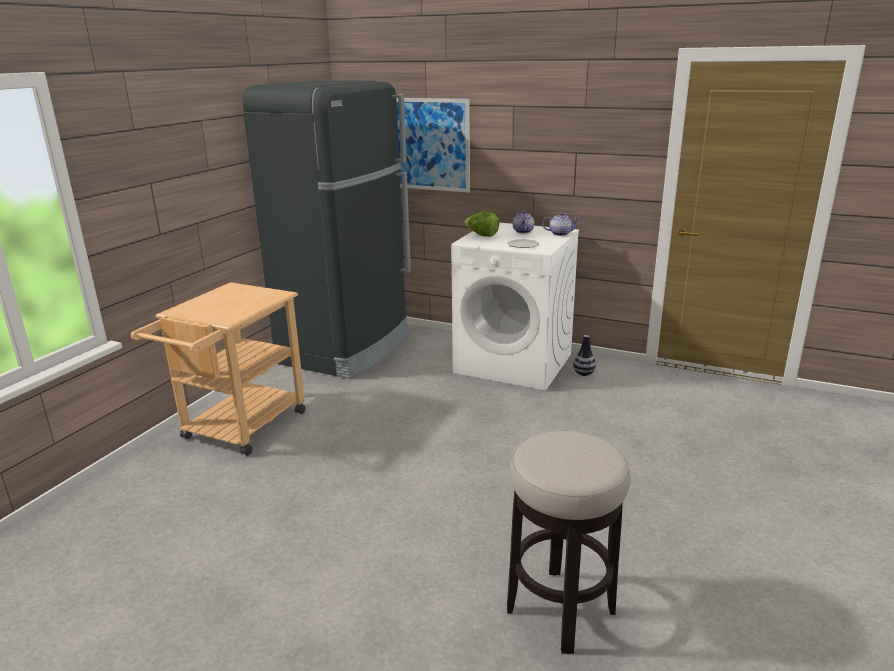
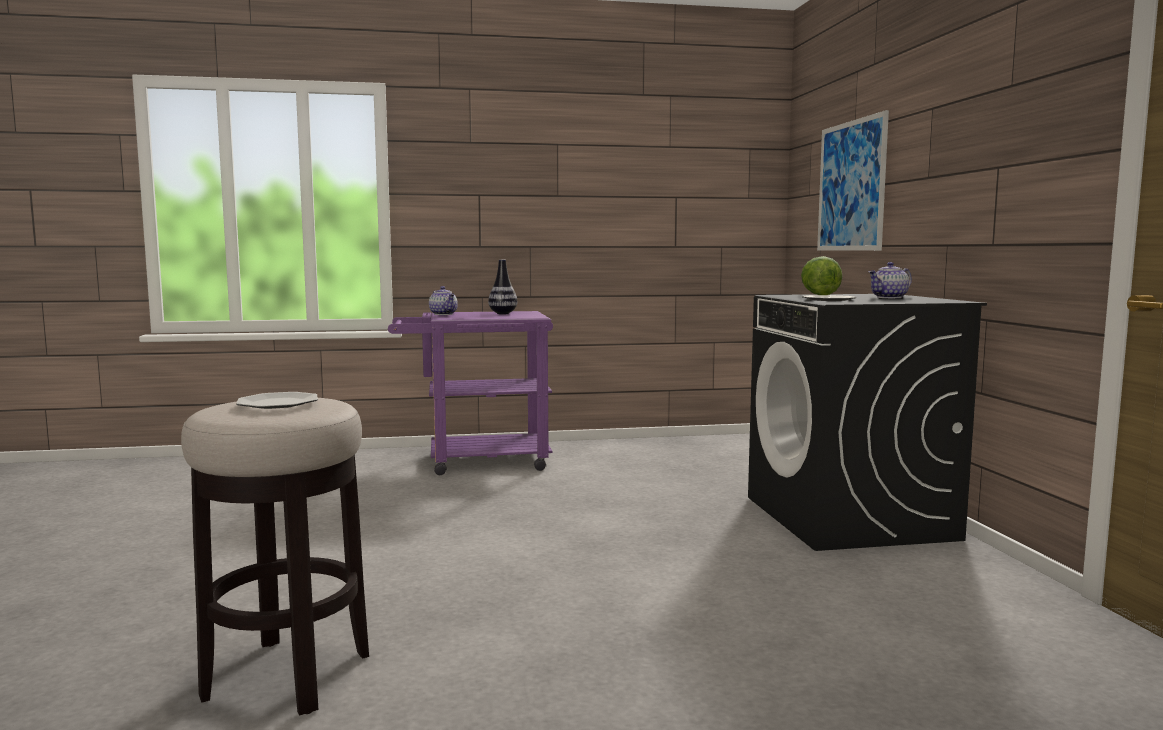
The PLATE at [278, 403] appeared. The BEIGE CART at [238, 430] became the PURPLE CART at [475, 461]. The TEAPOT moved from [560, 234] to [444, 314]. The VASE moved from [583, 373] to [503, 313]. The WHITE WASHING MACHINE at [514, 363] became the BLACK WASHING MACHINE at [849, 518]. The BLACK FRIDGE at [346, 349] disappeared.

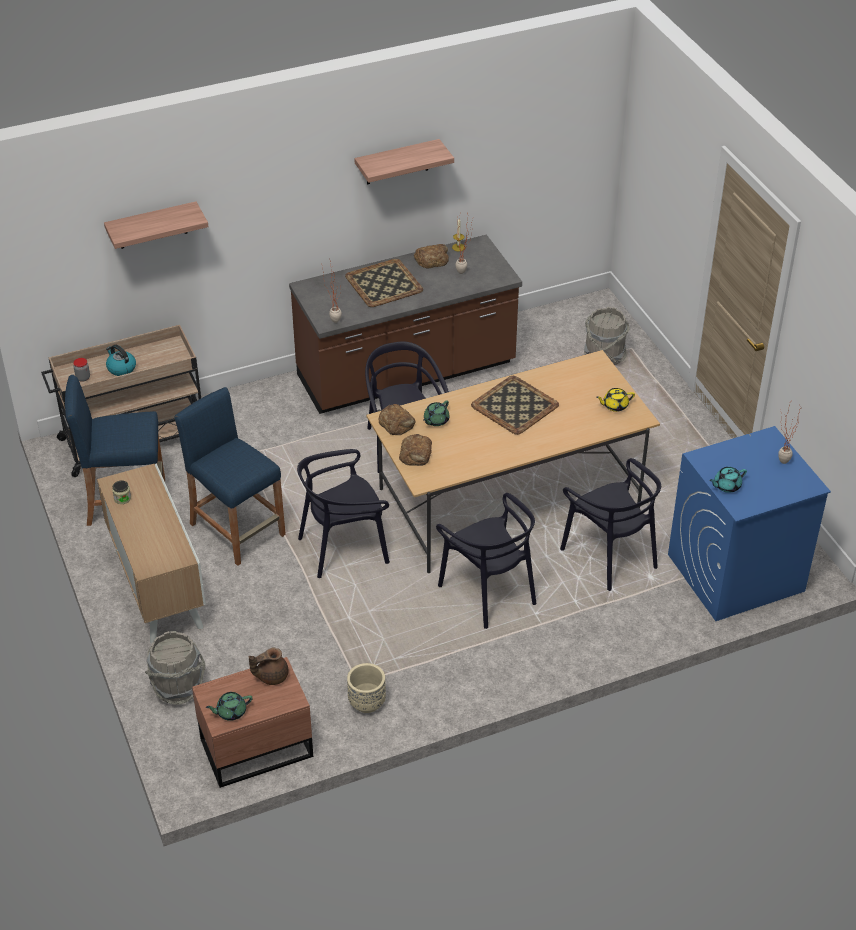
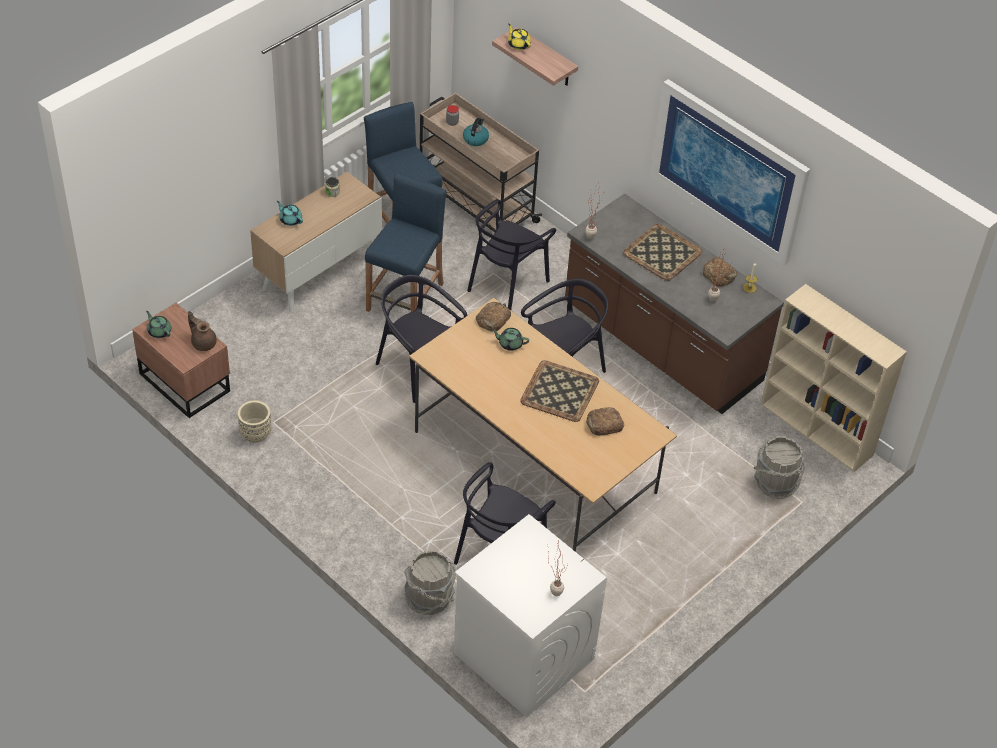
The TURQUOISE TEAPOT moved from [726, 486] to [290, 220]. The GREY BUCKET moved from [177, 687] to [429, 598]. The BLUE WASHING MACHINE at [735, 573] became the WHITE WASHING MACHINE at [523, 655]. The BLACK CHAIR moved from [489, 592] to [506, 284]. The YELLOW TEAPOT moved from [614, 405] to [518, 44]. The BREAD moved from [416, 454] to [603, 424]. The SHELF at [397, 162] was replaced by the PICTURE at [728, 170]. The BEIGE BOOKCASE at [817, 430] appeared.

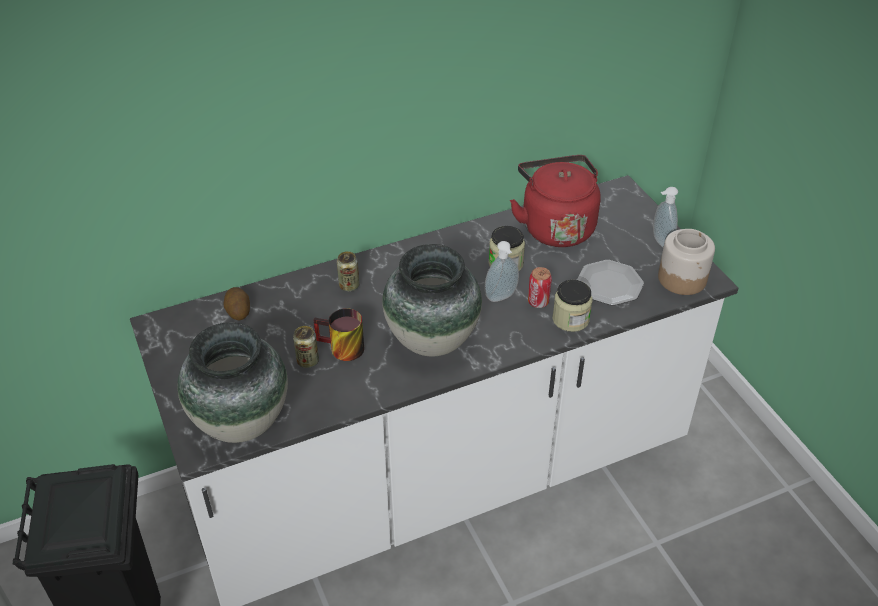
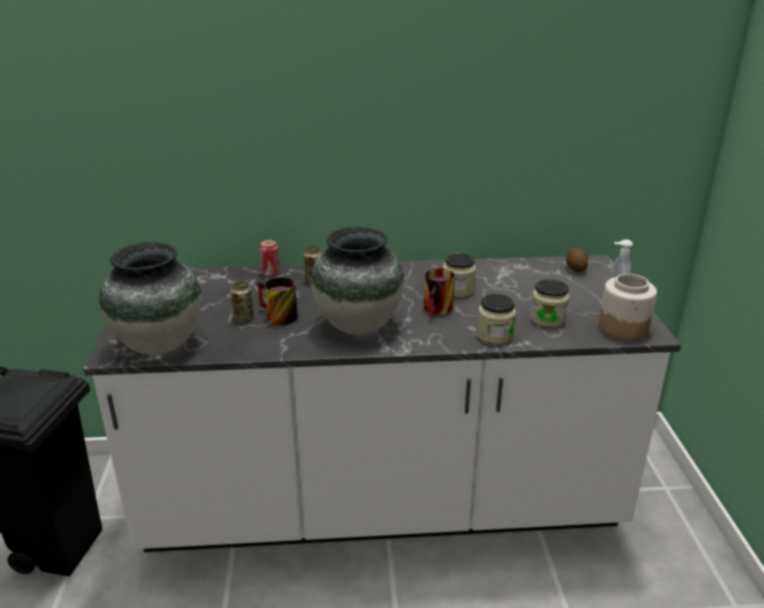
The CAN moved from [538, 302] to [270, 273]. The SOAP DISPENSER at [501, 298] was replaced by the MUG at [439, 310]. The PLATE at [609, 284] was replaced by the JAR at [547, 319]. The POTATO moved from [238, 311] to [575, 268]. The RED KETTLE at [555, 226] disappeared.

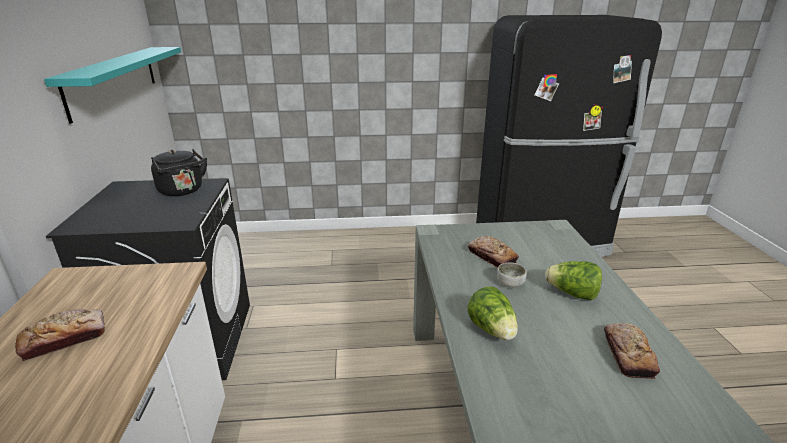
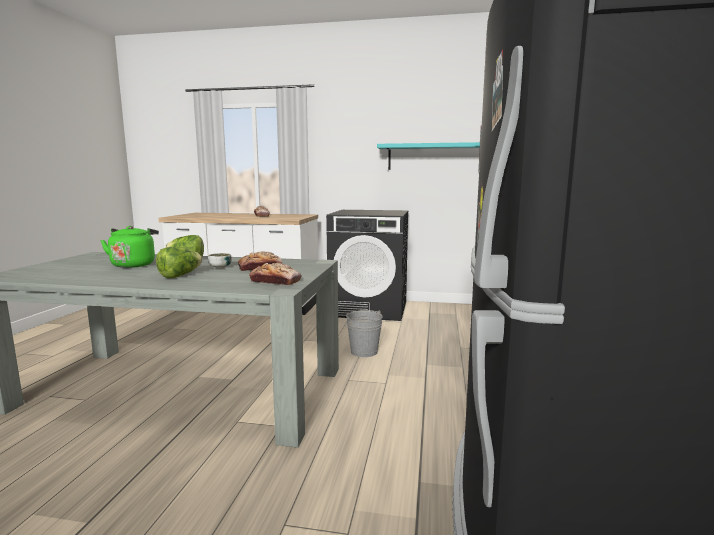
The GREEN KETTLE at [134, 264] appeared. The BREAD moved from [628, 355] to [275, 281]. The GREY BUCKET at [364, 351] appeared. The BLACK KETTLE at [182, 191] disappeared.

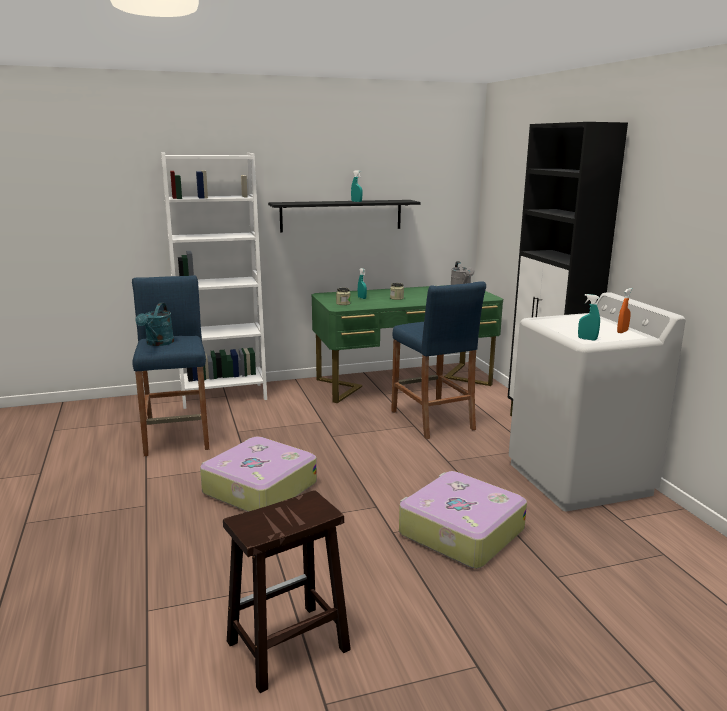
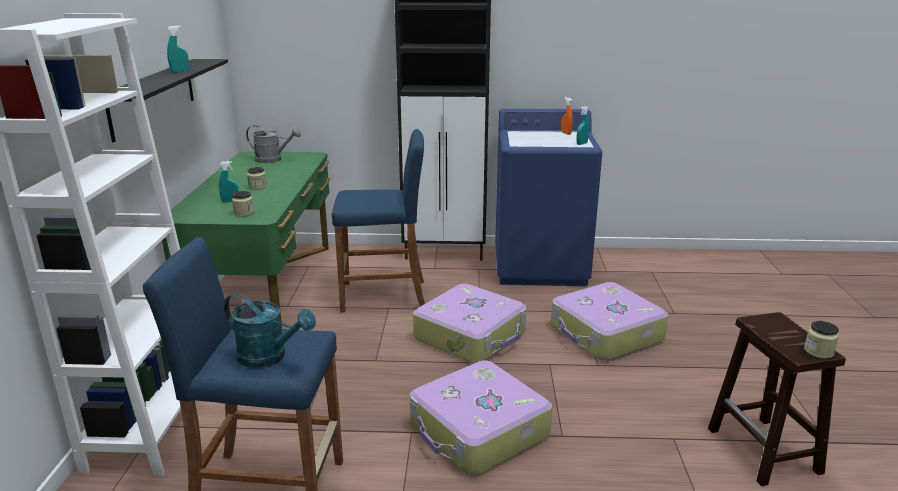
The SUITCASE at [471, 336] appeared. The WHITE WASHING MACHINE at [579, 479] became the BLUE WASHING MACHINE at [541, 266]. The JAR at [818, 351] appeared.

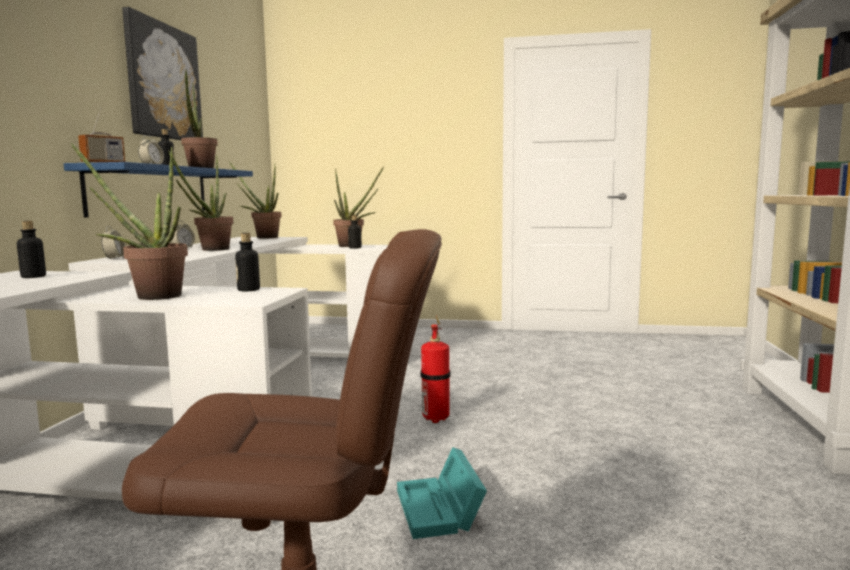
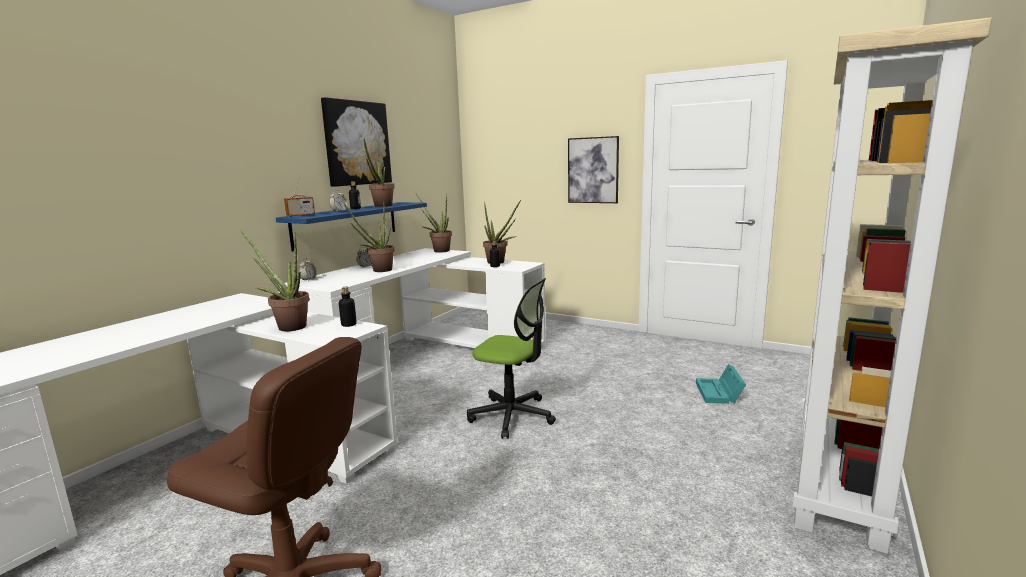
The FIRE EXTINGUISHER at [436, 418] was replaced by the OFFICE CHAIR at [512, 416]. The PICTURE at [593, 170] appeared. The TURQUOISE STORAGE BOX moved from [440, 510] to [719, 393]. The BOTTLE at [33, 277] disappeared.

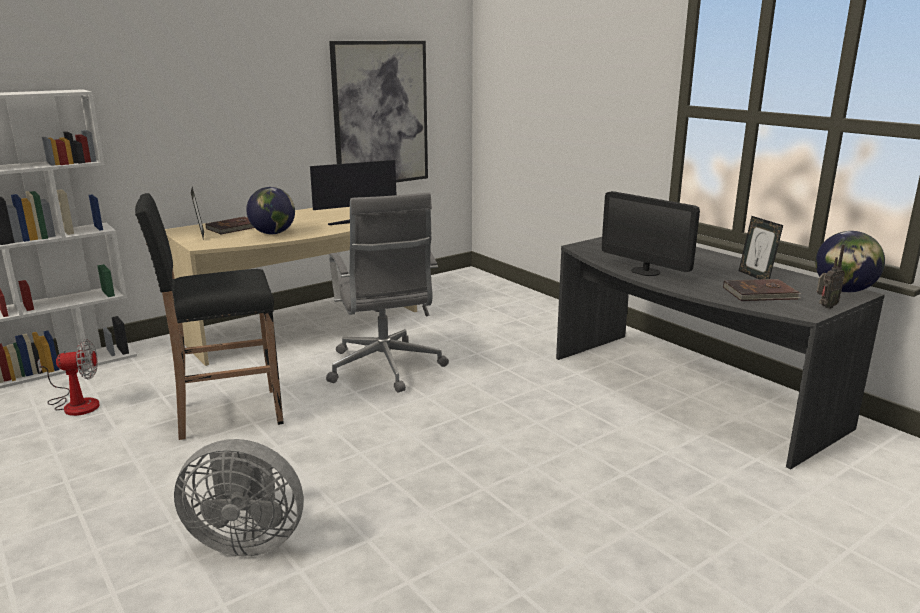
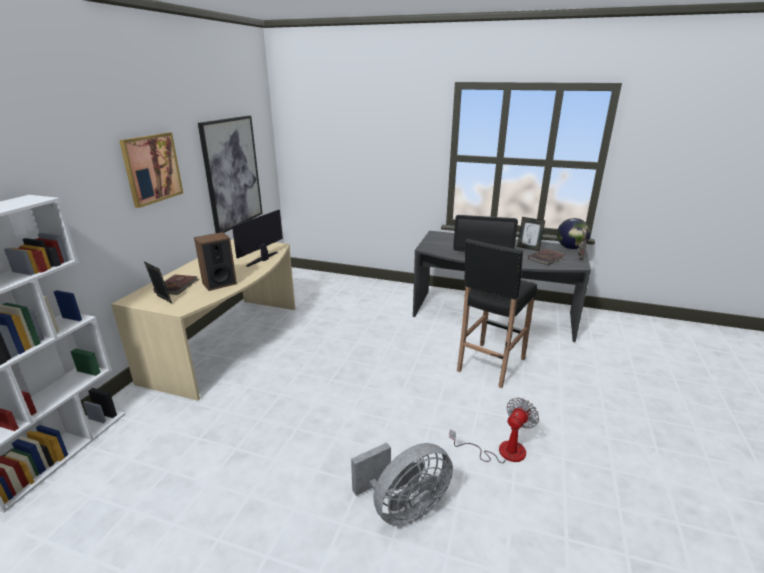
The PICTURE at [152, 168] appeared. The GLOBE at [273, 233] was replaced by the SPEAKER at [219, 283]. The FAN moved from [76, 404] to [501, 451]. The BLACK STOOL moved from [227, 414] to [490, 365]. The GREY OFFICE CHAIR at [385, 368] disappeared.

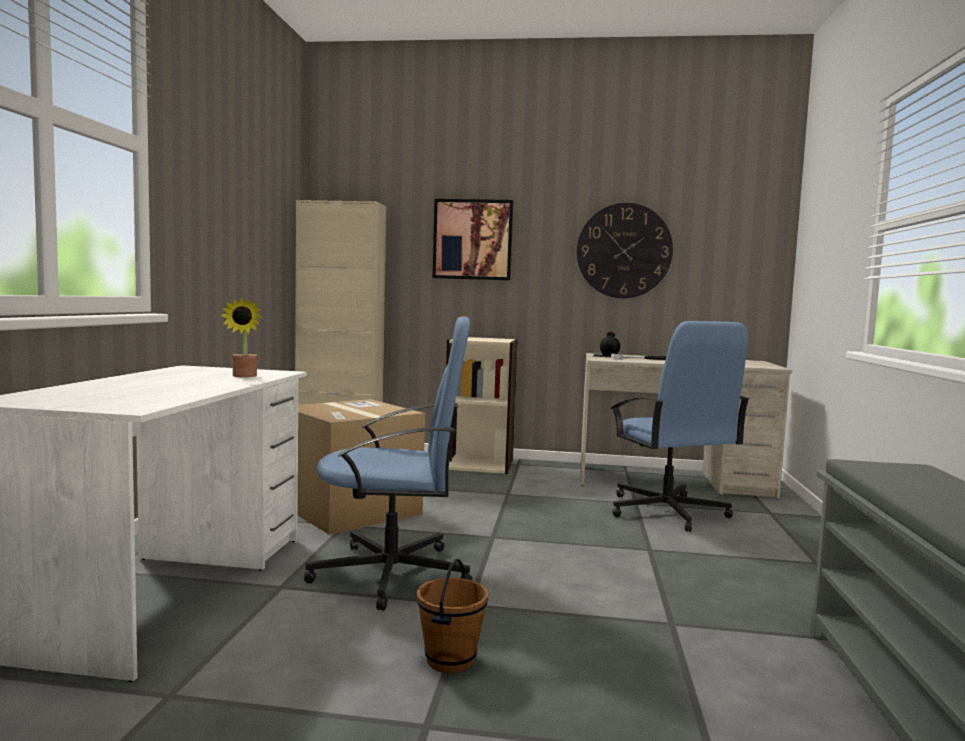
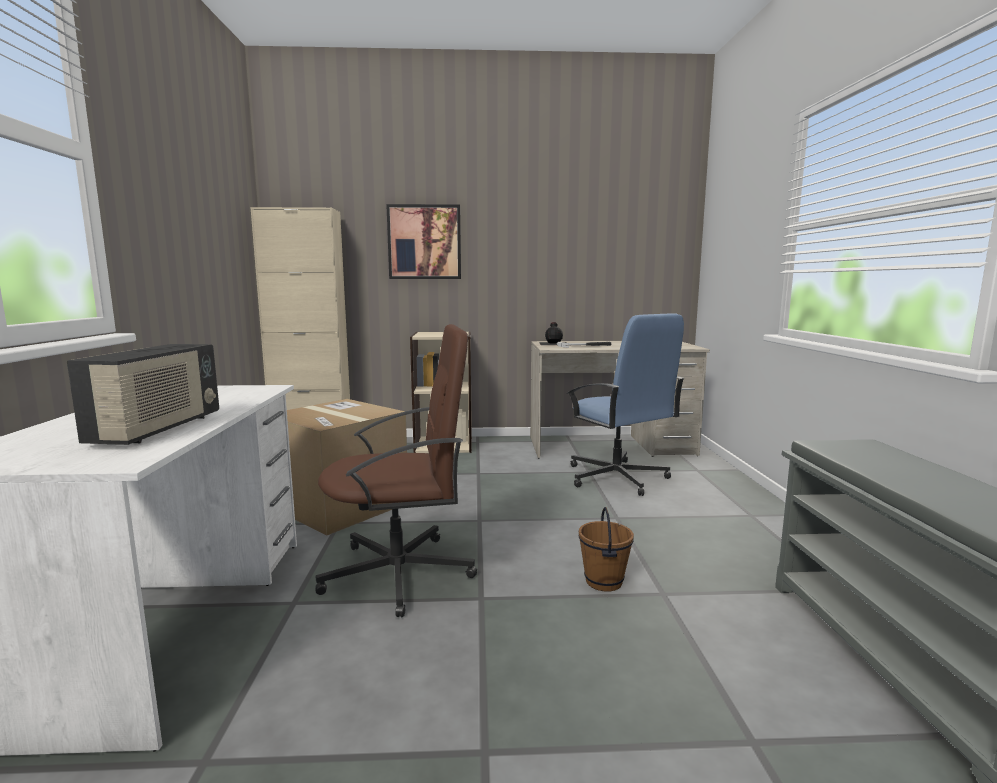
The RADIO at [159, 429] appeared. The BLUE OFFICE CHAIR at [394, 574] became the BROWN OFFICE CHAIR at [401, 573]. The BROWN BUCKET moved from [451, 661] to [604, 582]. The POTTED PLANT at [244, 376] disappeared. The WALL CLOCK at [624, 251] disappeared.

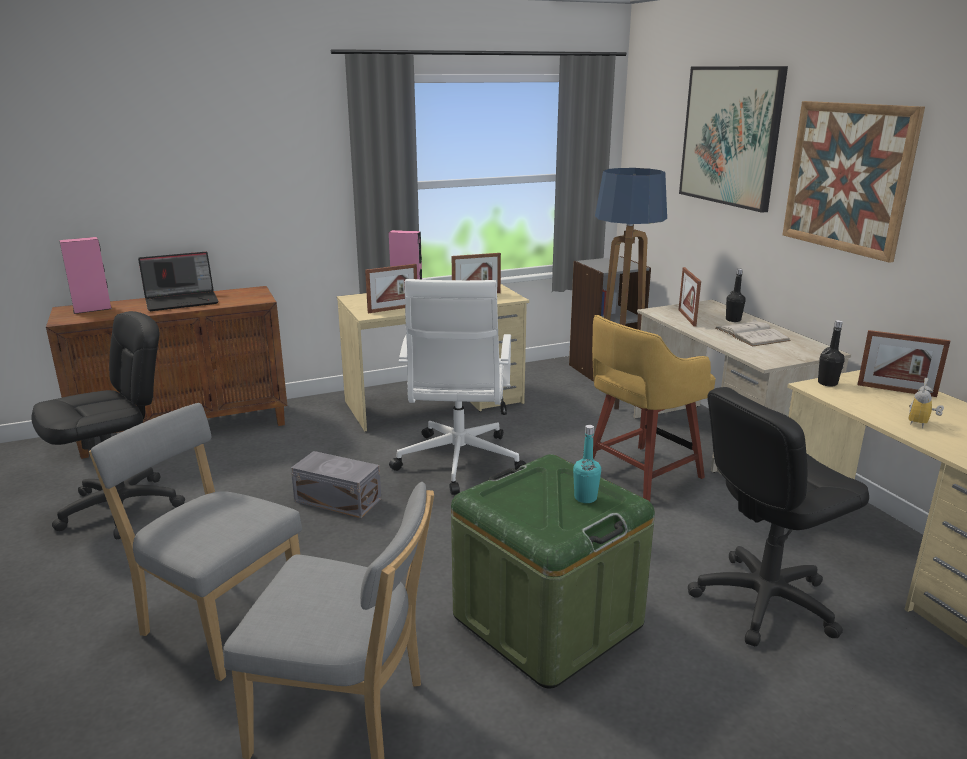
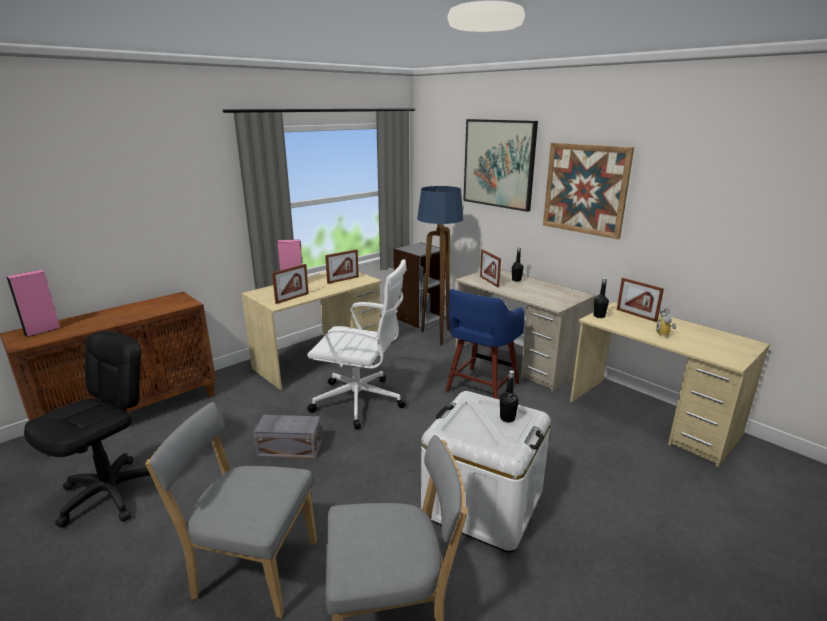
The WHITE OFFICE CHAIR at [458, 463] turned 60 degrees counterclockwise. The GREEN STORAGE BOX at [547, 620] became the WHITE STORAGE BOX at [483, 503]. The YELLOW STOOL at [640, 474] became the BLUE STOOL at [481, 388]. The TURQUOISE BOTTLE at [585, 498] became the BLACK BOTTLE at [507, 418]. The PICTURE FRAME at [896, 390] turned 45 degrees clockwise. The LAPTOP at [183, 301] disappeared. The BLACK OFFICE CHAIR at [763, 601] disappeared. The WHITE BOOK at [751, 334] disappeared.

